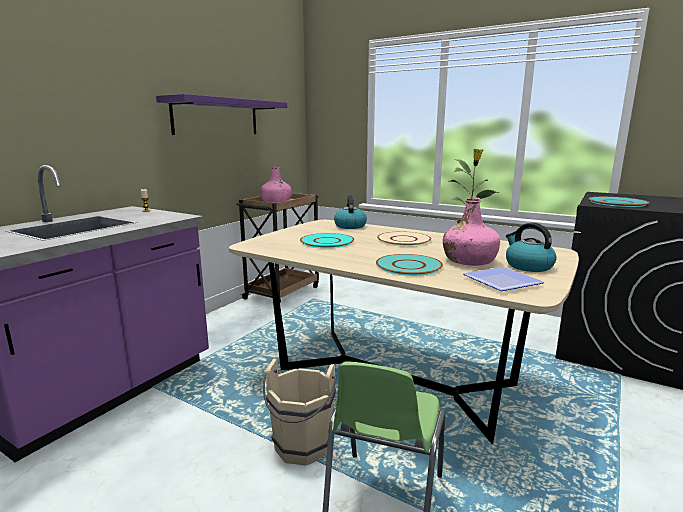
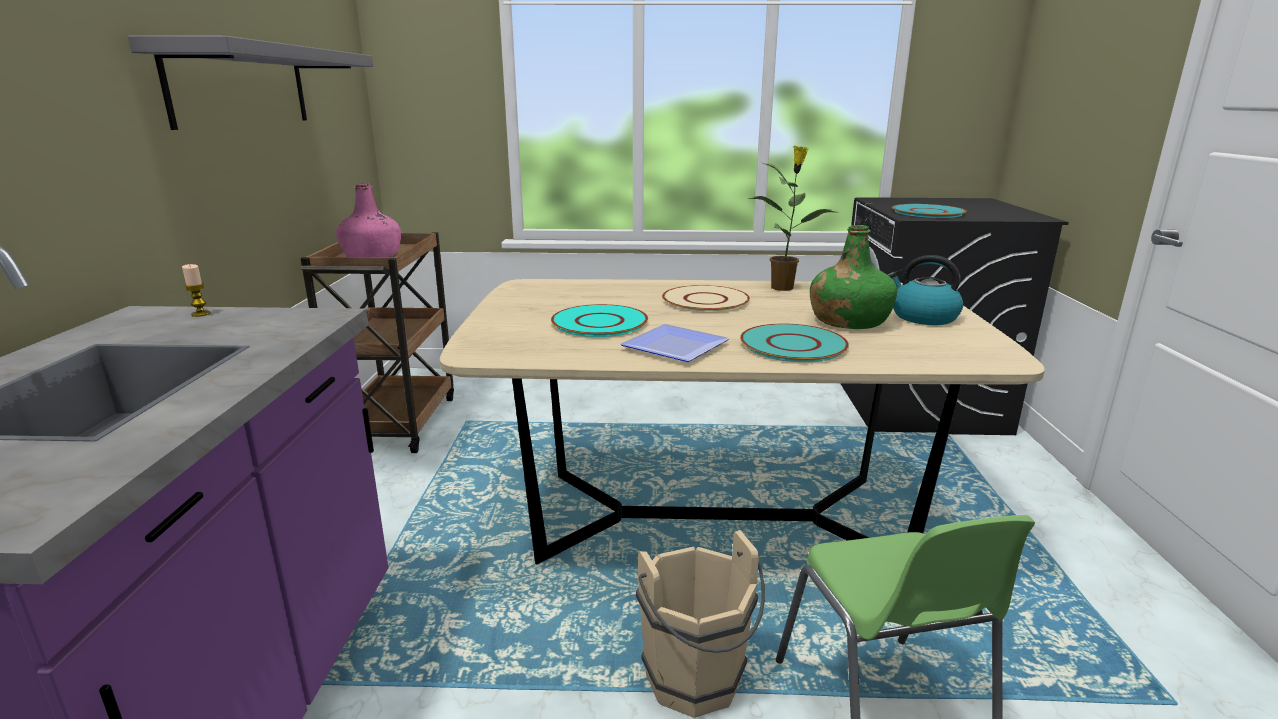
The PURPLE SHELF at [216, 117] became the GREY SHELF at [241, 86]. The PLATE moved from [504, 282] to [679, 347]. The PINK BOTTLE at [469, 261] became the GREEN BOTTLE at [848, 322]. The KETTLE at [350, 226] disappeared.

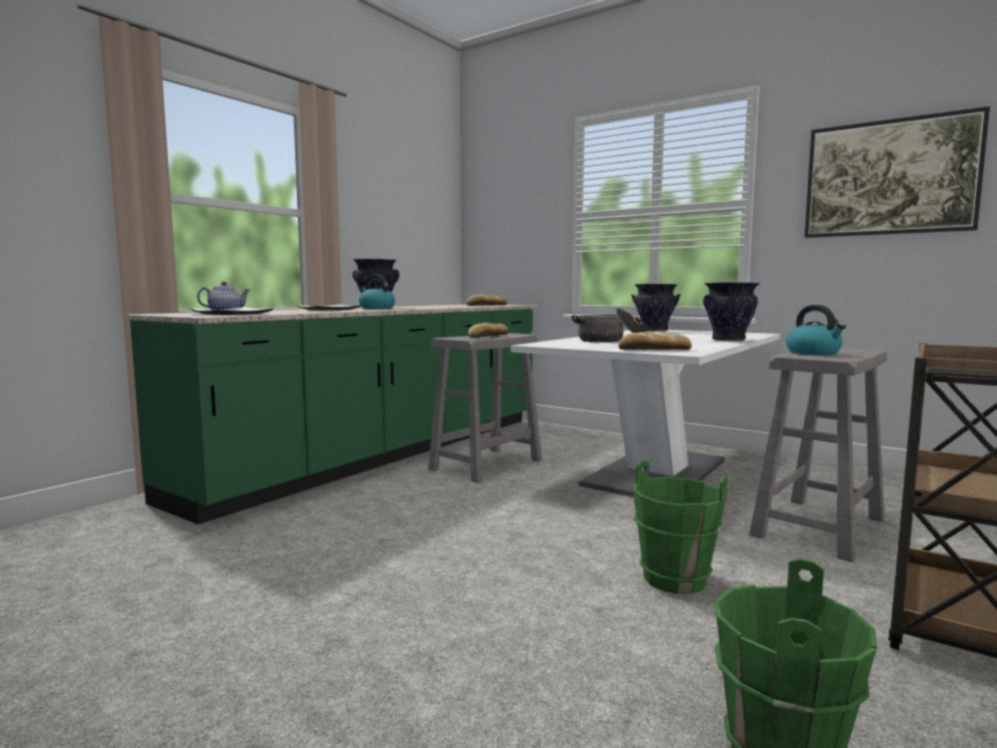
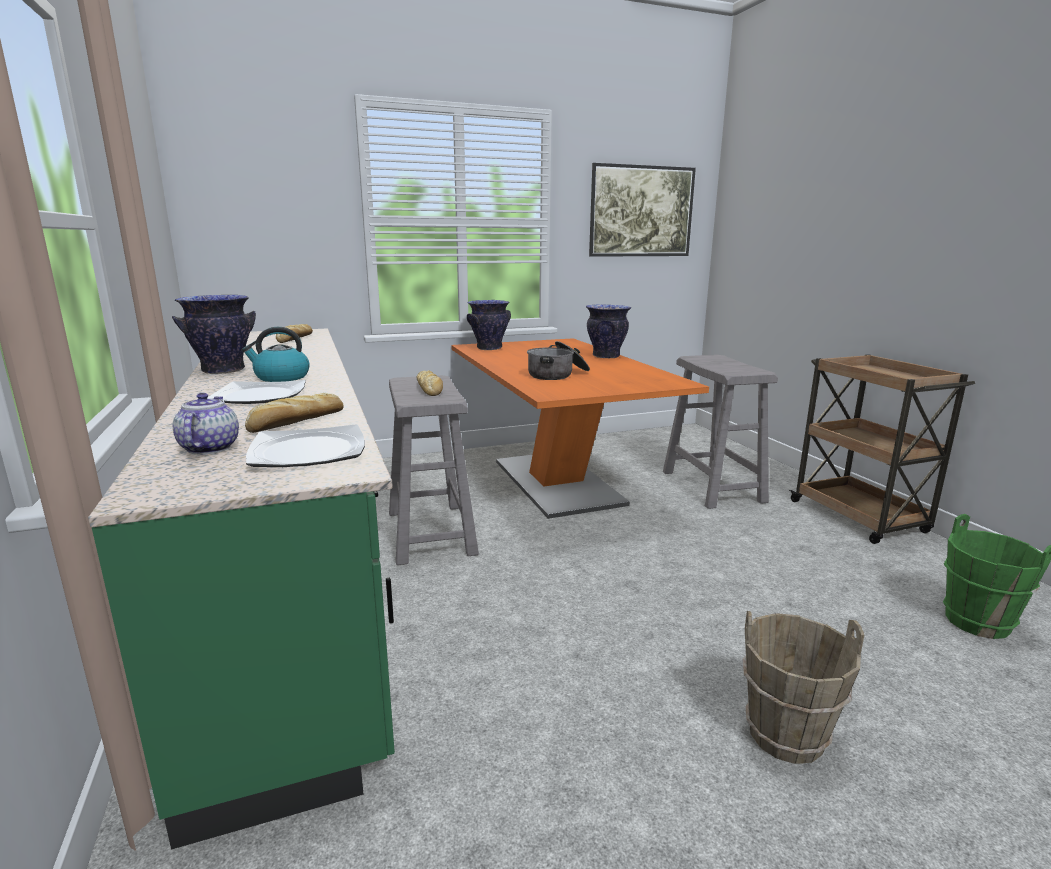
The BREAD moved from [653, 349] to [296, 422]. The WHITE DINING TABLE at [656, 473] became the ORANGE DINING TABLE at [557, 482]. The BROWN BUCKET at [786, 736] appeared. The GREEN BUCKET at [674, 580] disappeared. The KETTLE at [814, 353] disappeared.

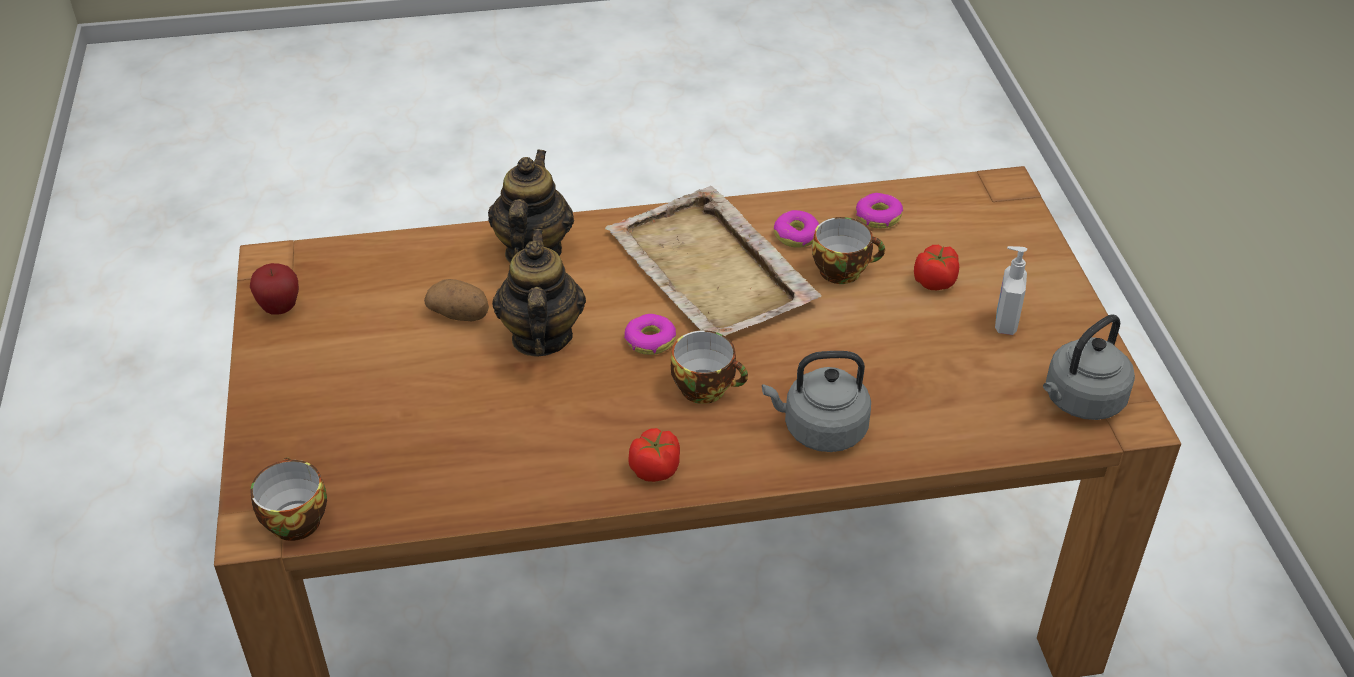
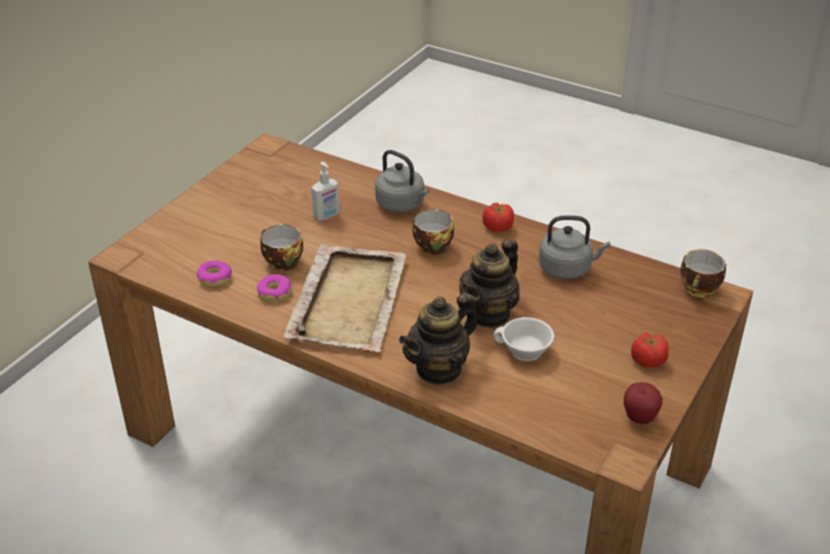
The SOAP DISPENSER moved from [1004, 323] to [327, 216]. The POTATO at [460, 314] was replaced by the WHITE CUP at [524, 351]. The GREY KETTLE moved from [1080, 401] to [567, 268]. The TOMATO moved from [935, 281] to [647, 360]. The DONUT at [650, 340] disappeared.

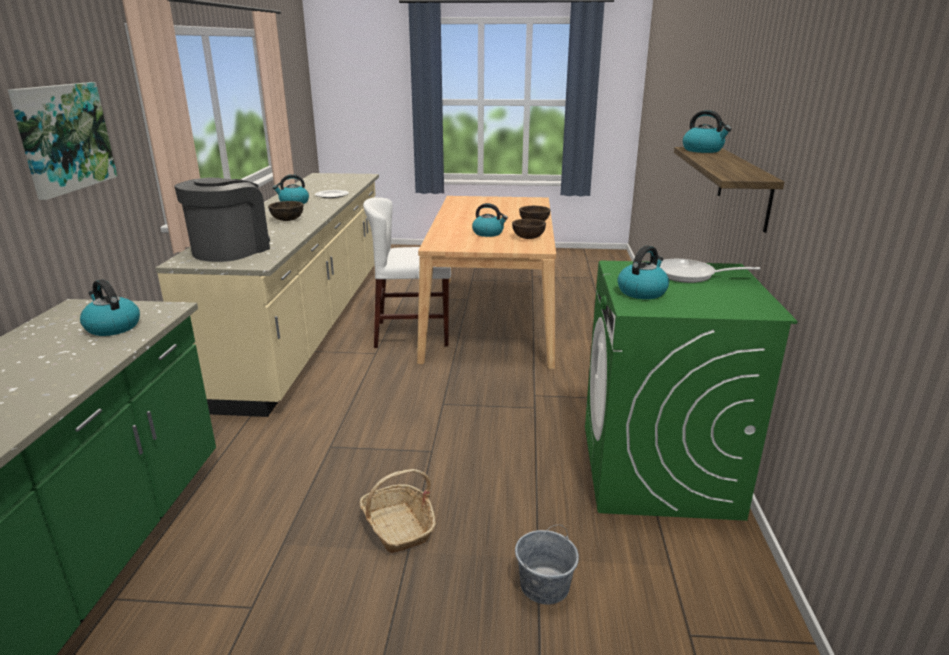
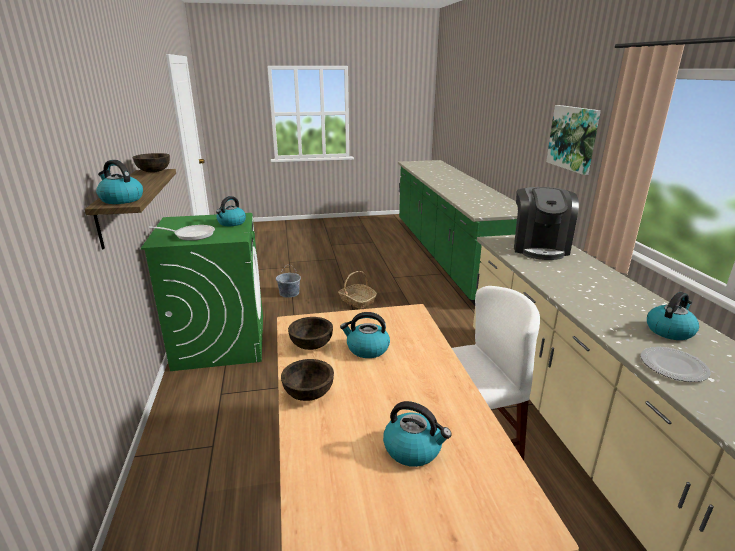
The BROWN BOWL moved from [287, 220] to [154, 171]. The KETTLE moved from [112, 327] to [413, 449].

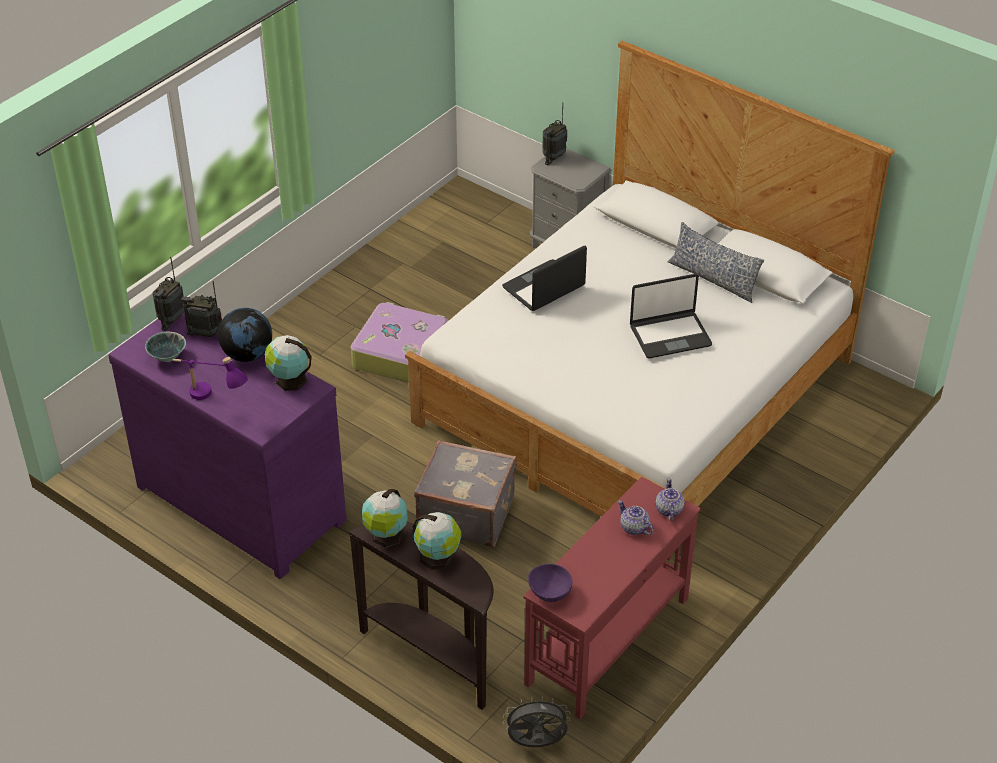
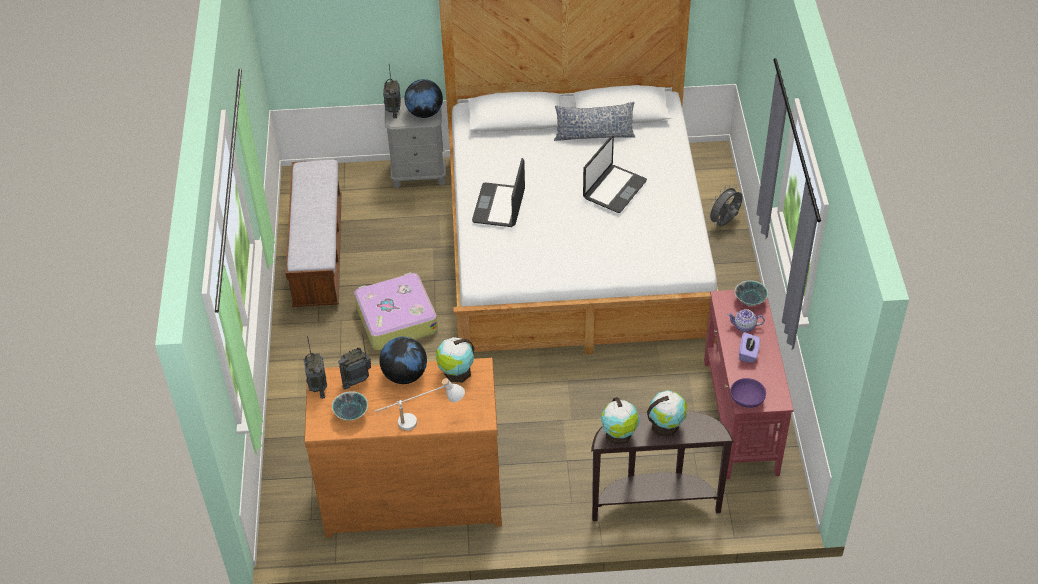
The BENCH at [318, 253] appeared. The PURPLE DRESSER at [243, 500] became the BROWN DRESSER at [412, 493]. The PURPLE TABLE LAMP at [212, 399] became the WHITE TABLE LAMP at [422, 422]. The GLOBE at [424, 113] appeared. The GREY FAN moved from [536, 744] to [724, 223]. The TEAPOT at [668, 510] was replaced by the BOWL at [750, 301]. The PURPLE TISSUE BOX at [748, 353] appeared. The GREY SUITCASE at [466, 512] disappeared.

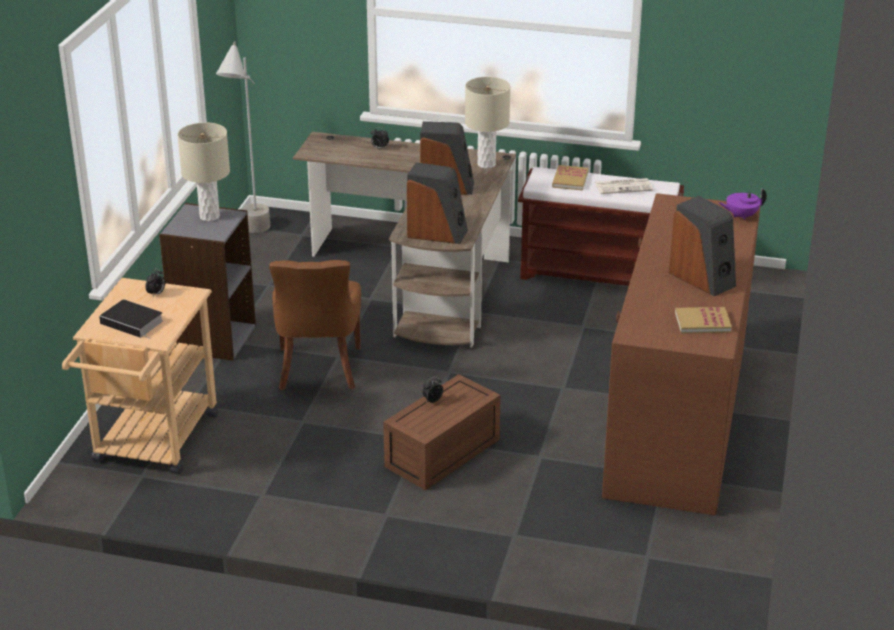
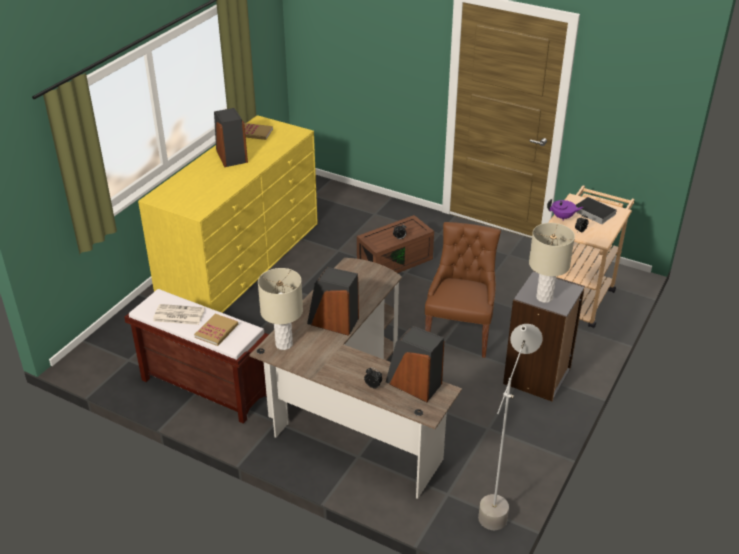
The BROWN DRESSER at [677, 418] became the YELLOW DRESSER at [241, 259]. The SPEAKER moved from [437, 233] to [413, 384]. The PURPLE TEAPOT moved from [741, 216] to [563, 217].

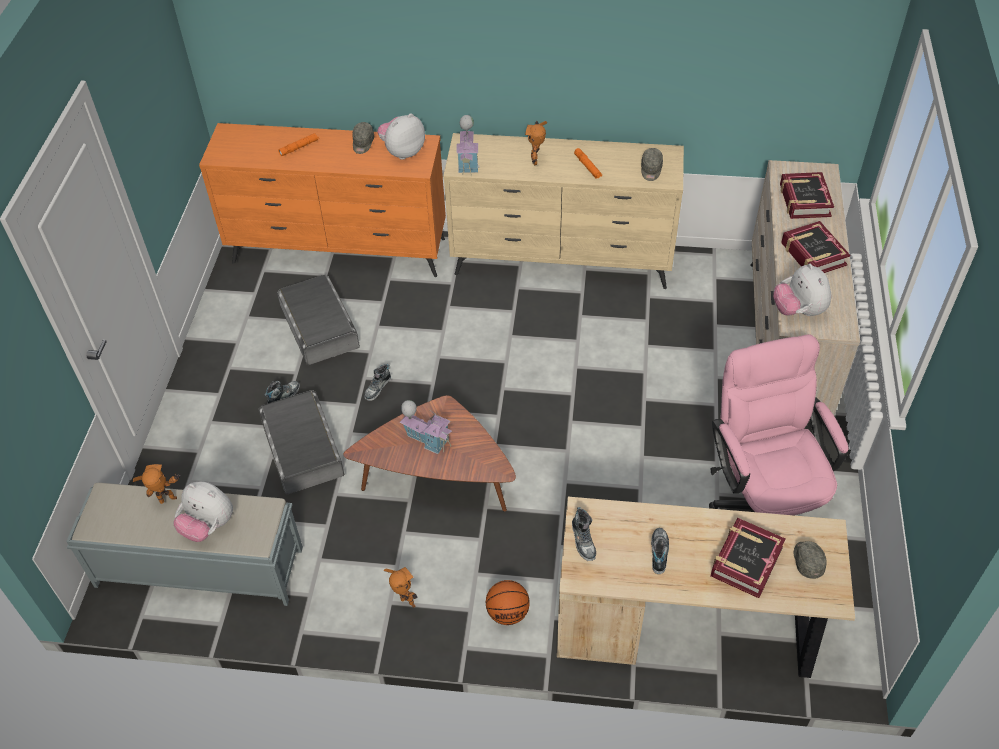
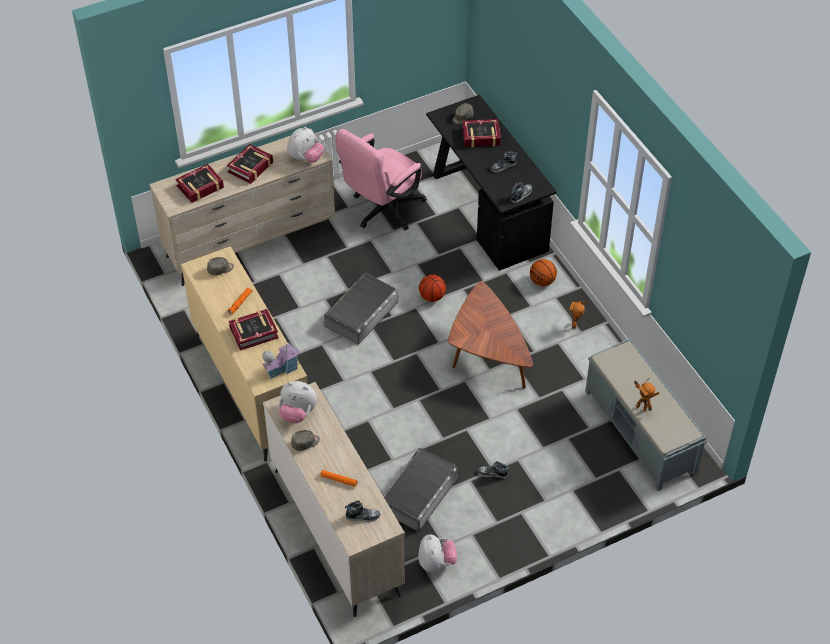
The TOY ROBOT at [536, 161] was replaced by the BOOK at [253, 332]. The ORANGE DRESSER at [340, 251] became the BEIGE DRESSER at [336, 530]. The GREY STORAGE BOX moved from [303, 448] to [361, 313]. The SHOE moved from [378, 388] to [362, 516]. The PLUSH TOY moved from [208, 526] to [436, 563]. The BASKETBALL at [432, 297] appeared. The BEIGE DESK at [688, 627] became the BLACK DESK at [487, 210]. The TOY HOUSE at [428, 439] disappeared.

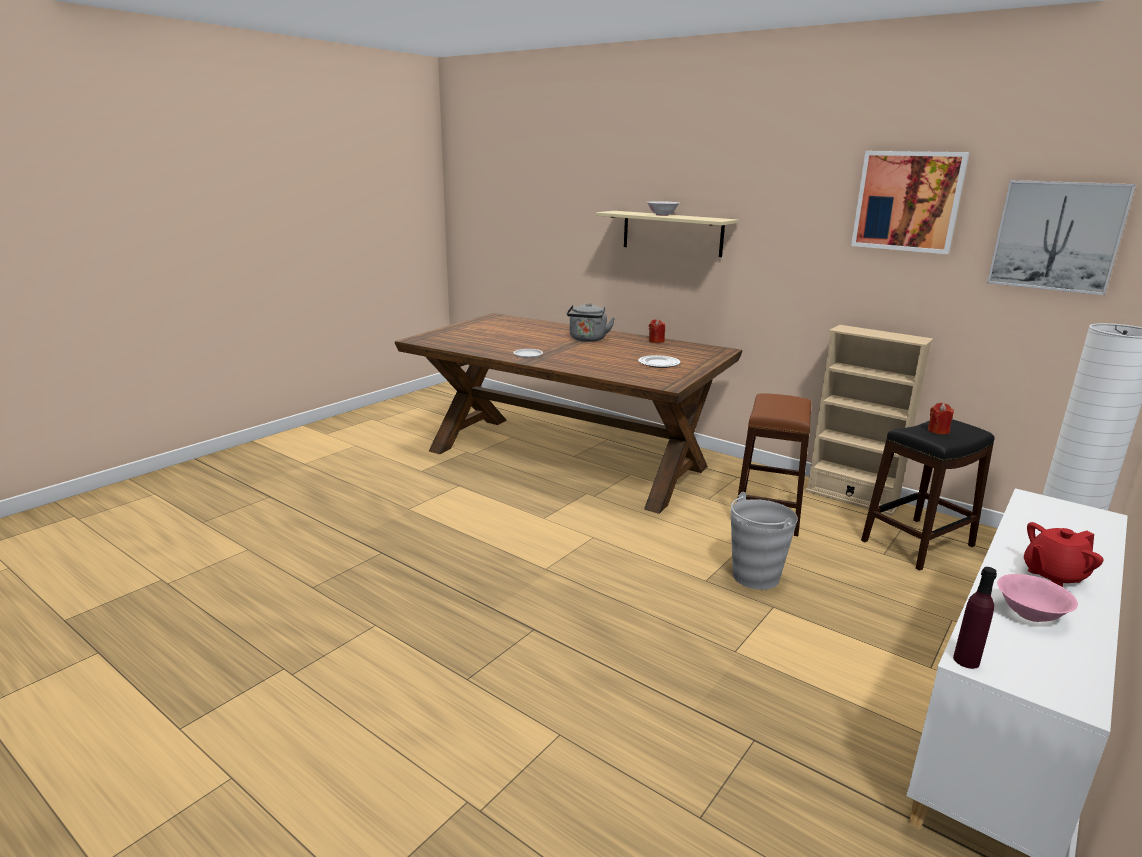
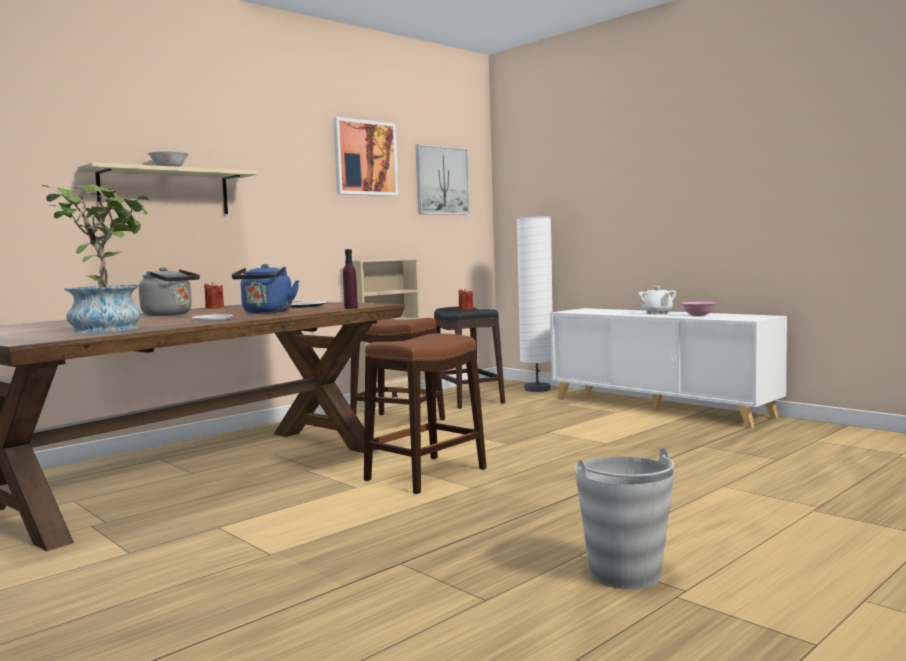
The POTTED PLANT at [108, 328] appeared. The BLUE KETTLE at [266, 312] appeared. The PURPLE BOTTLE moved from [966, 660] to [351, 308]. The BROWN STOOL at [427, 474] appeared. The GREY BUCKET moved from [755, 576] to [625, 574]. The RED TEAPOT at [1053, 575] became the WHITE TEAPOT at [657, 313].

